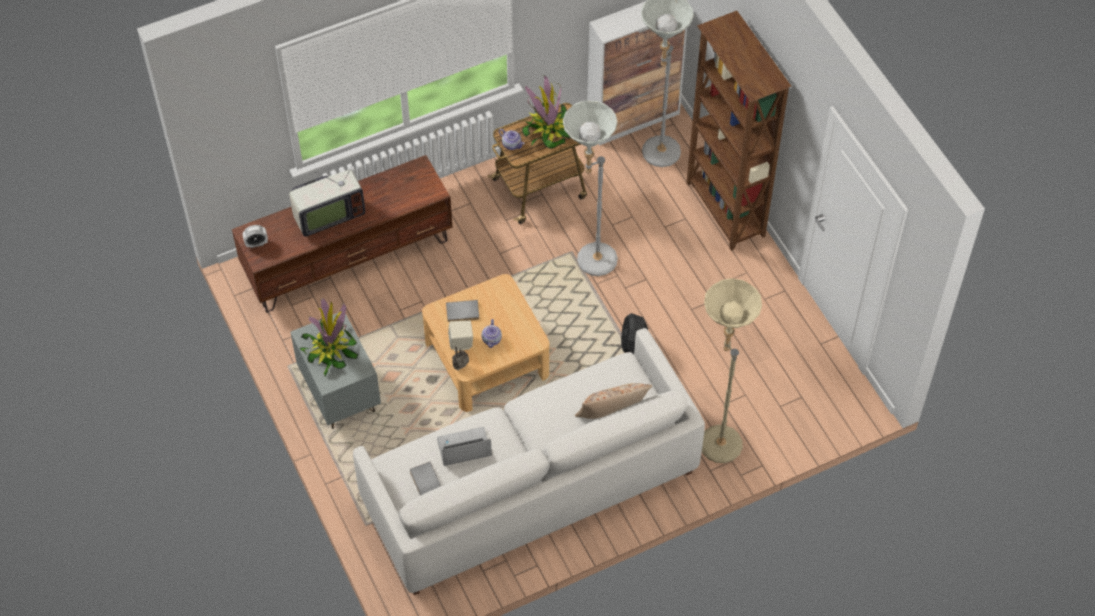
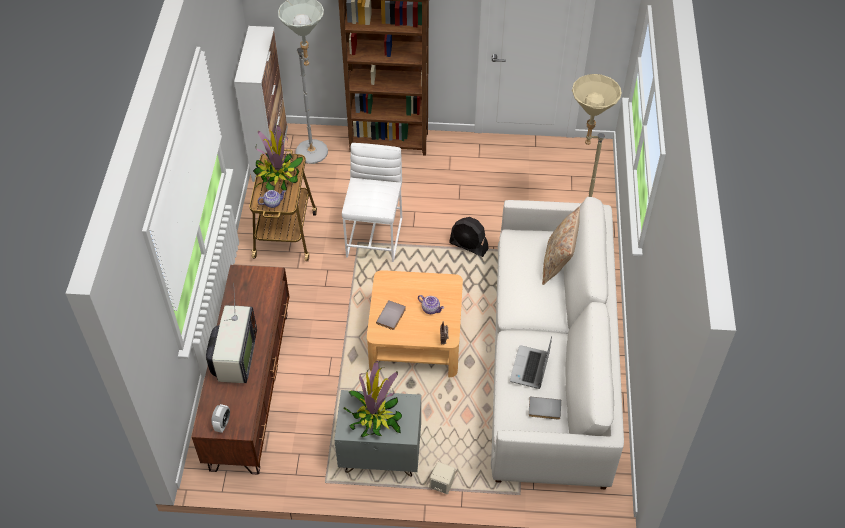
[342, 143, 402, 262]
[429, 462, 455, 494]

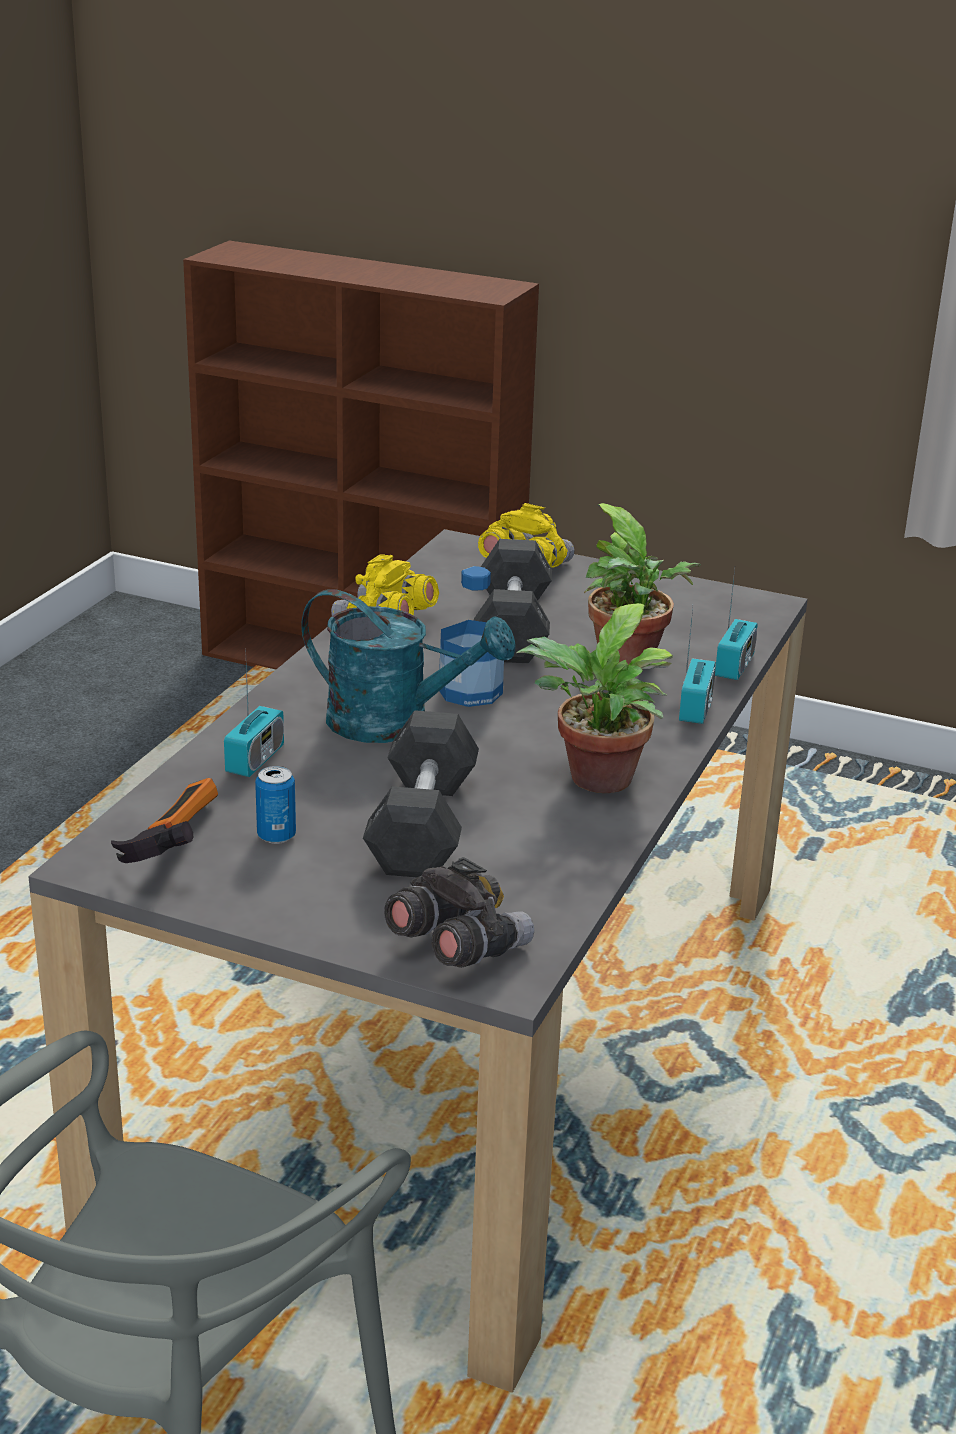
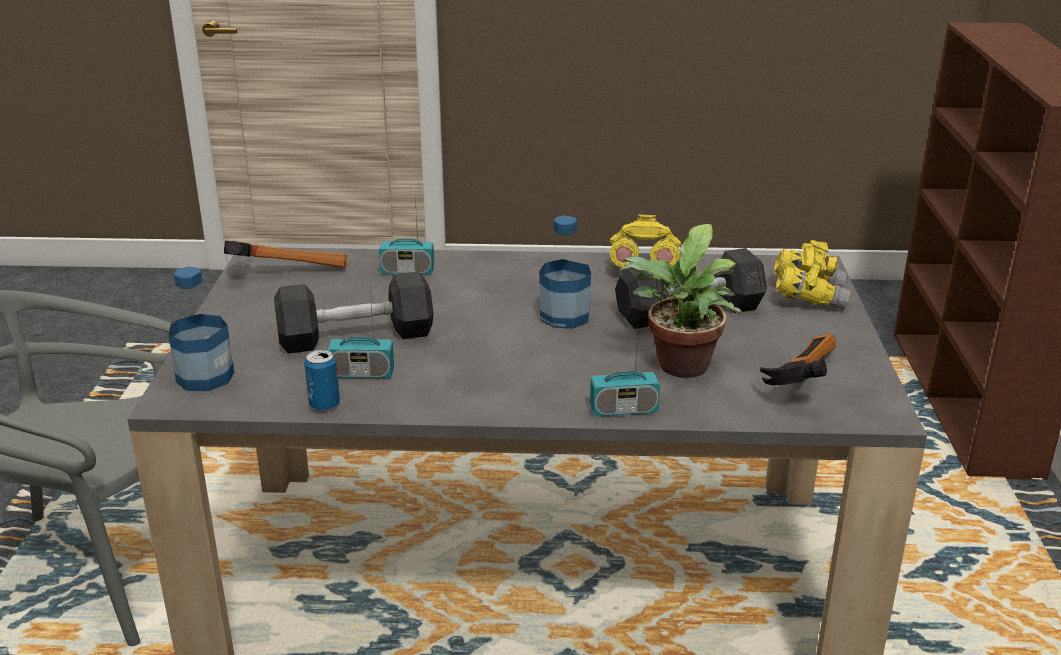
[168, 267, 234, 391]
[304, 349, 340, 411]
[328, 291, 394, 378]
[760, 333, 836, 385]
[301, 589, 516, 743] (first image)
[517, 603, 673, 793] (first image)

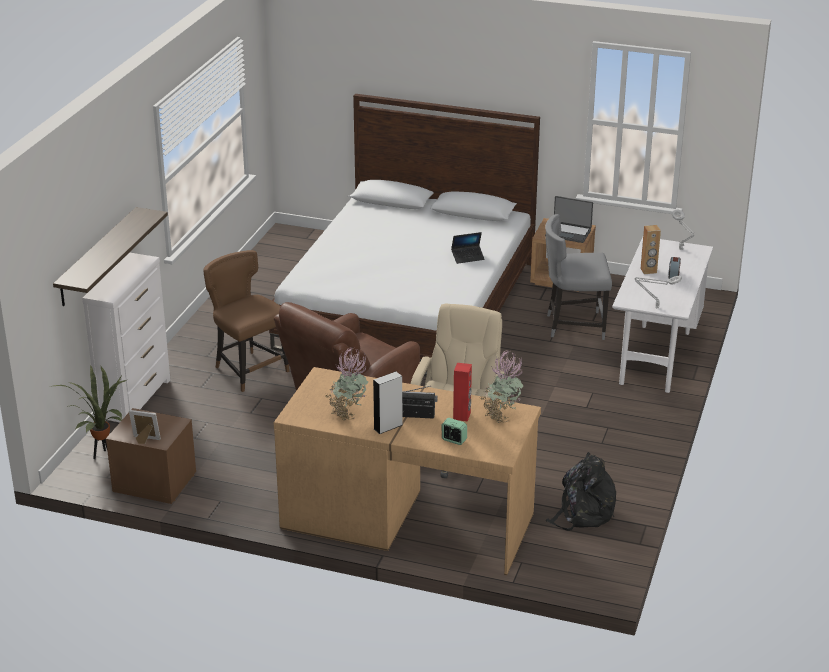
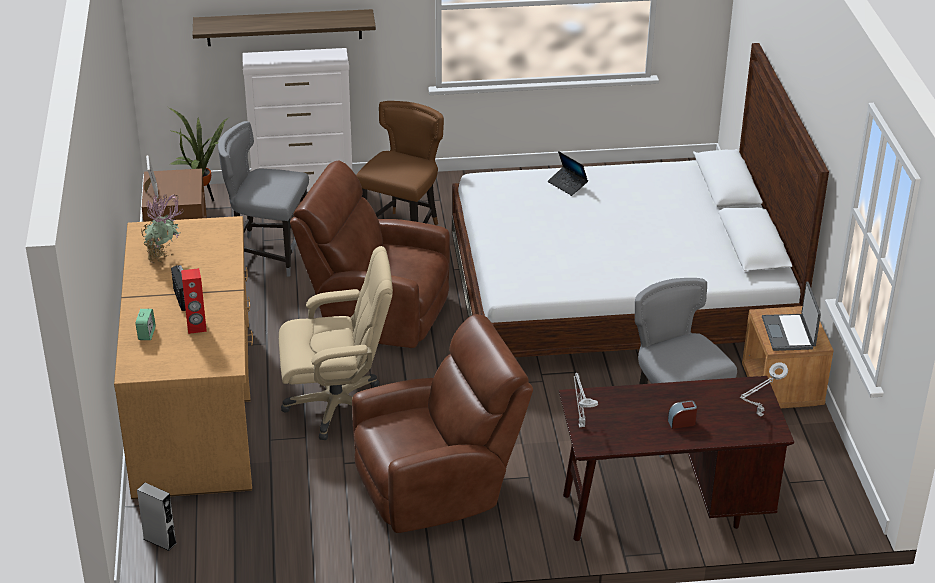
[137, 483, 177, 551]
[218, 121, 309, 277]
[352, 314, 533, 533]
[548, 151, 588, 196]
[559, 376, 794, 541]
[479, 350, 524, 423] (first image)
[545, 452, 616, 531] (first image)
[641, 225, 661, 274] (first image)

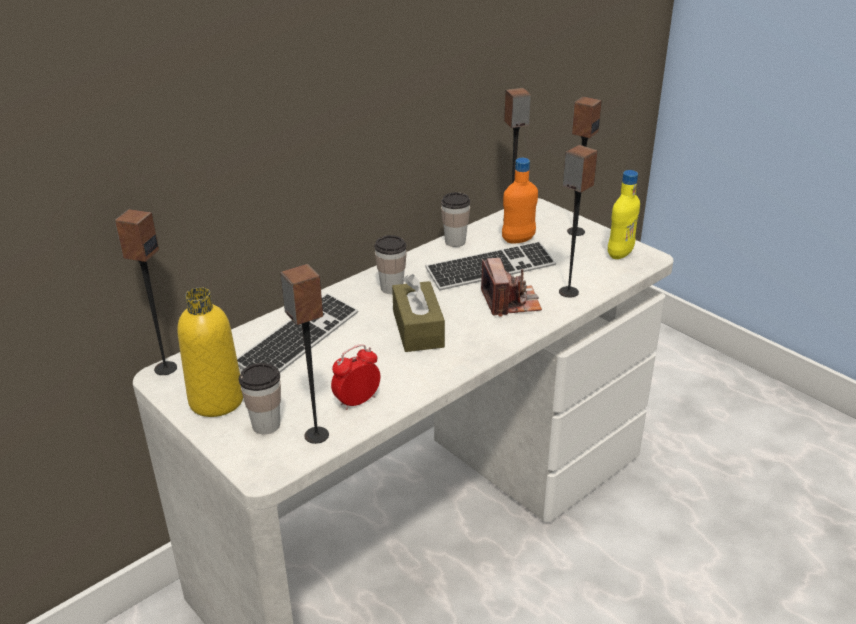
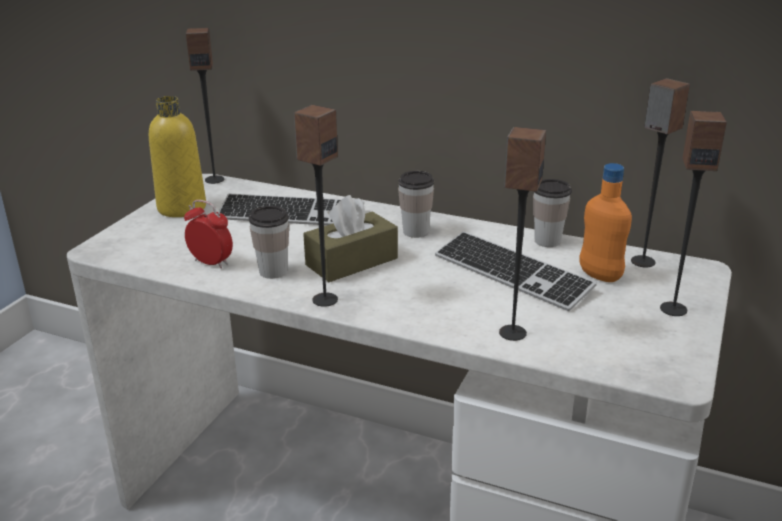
[249, 206, 289, 279]
[294, 105, 338, 307]
[481, 258, 542, 317] (first image)
[608, 170, 640, 259] (first image)

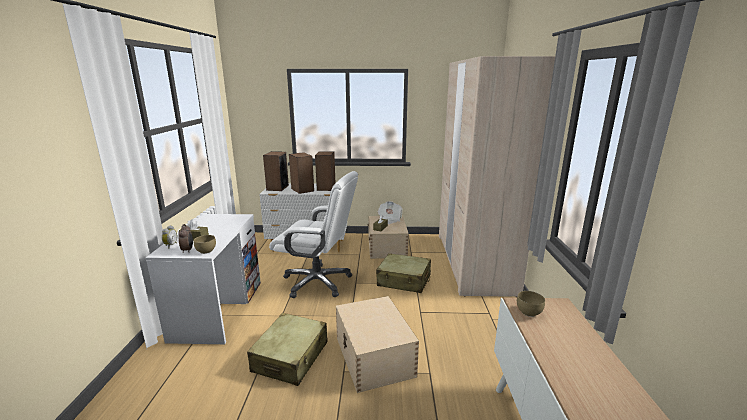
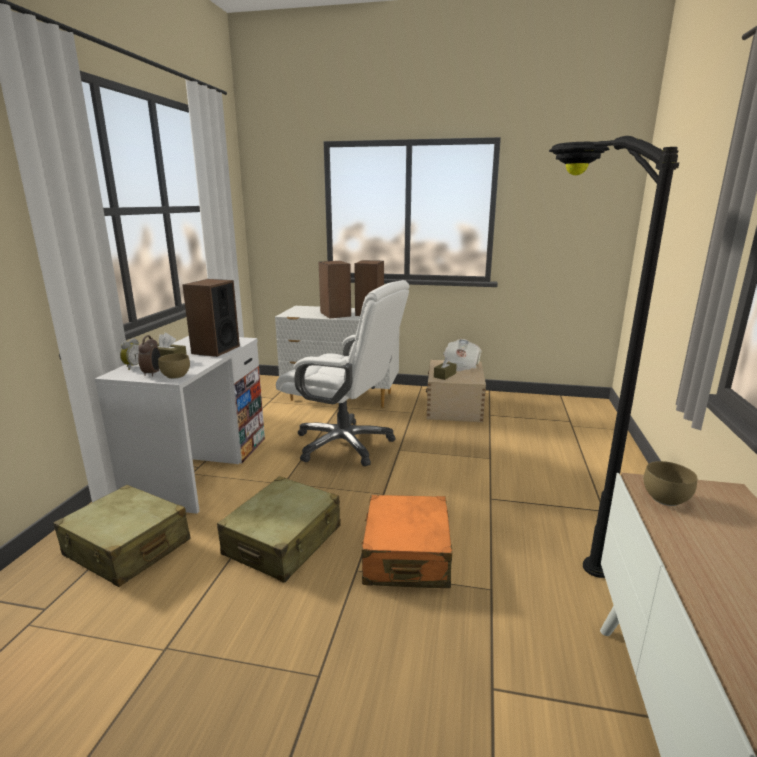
[53, 485, 191, 587]
[183, 279, 240, 357]
[361, 495, 452, 588]
[549, 136, 679, 578]
[439, 56, 555, 297] (first image)

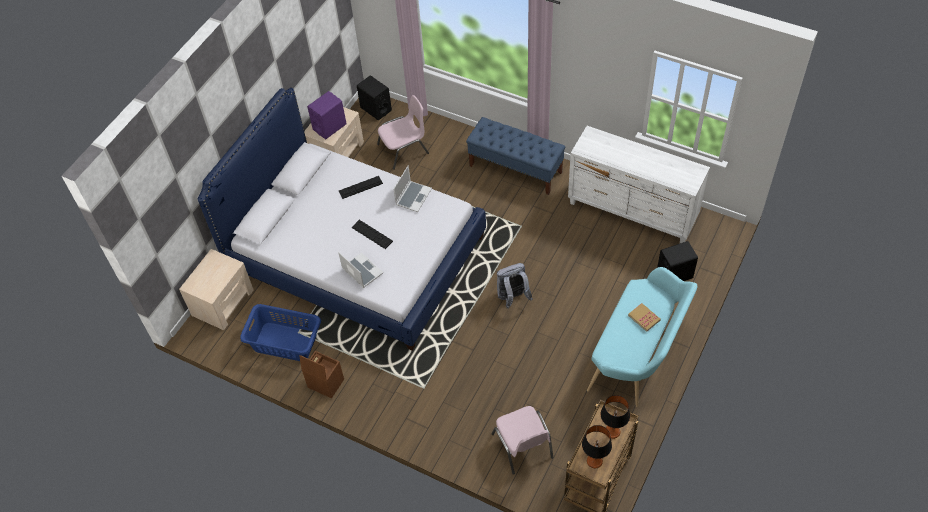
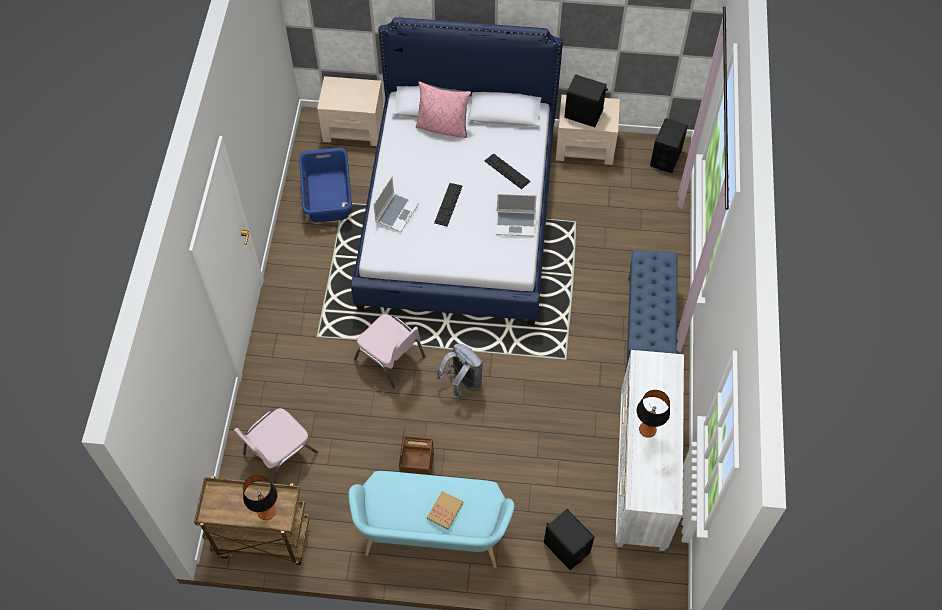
[354, 314, 426, 388]
[399, 423, 434, 475]
[416, 81, 471, 138]
[564, 74, 608, 127]
[637, 390, 670, 438]

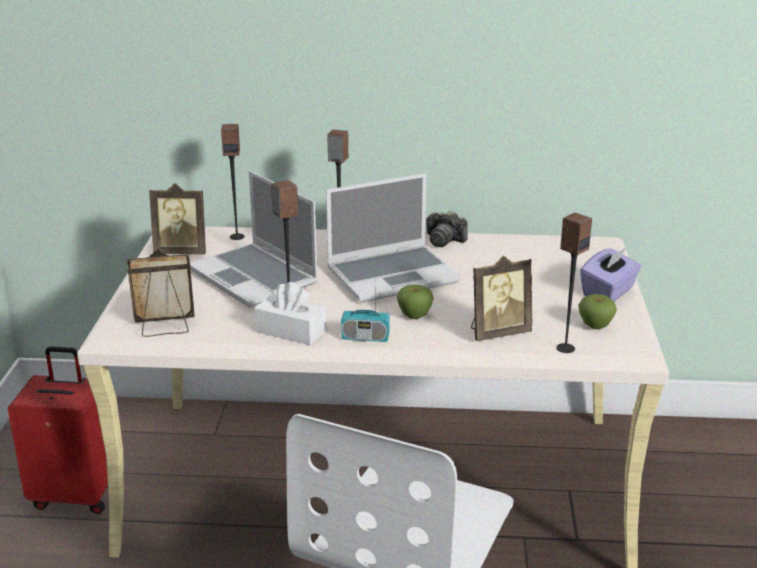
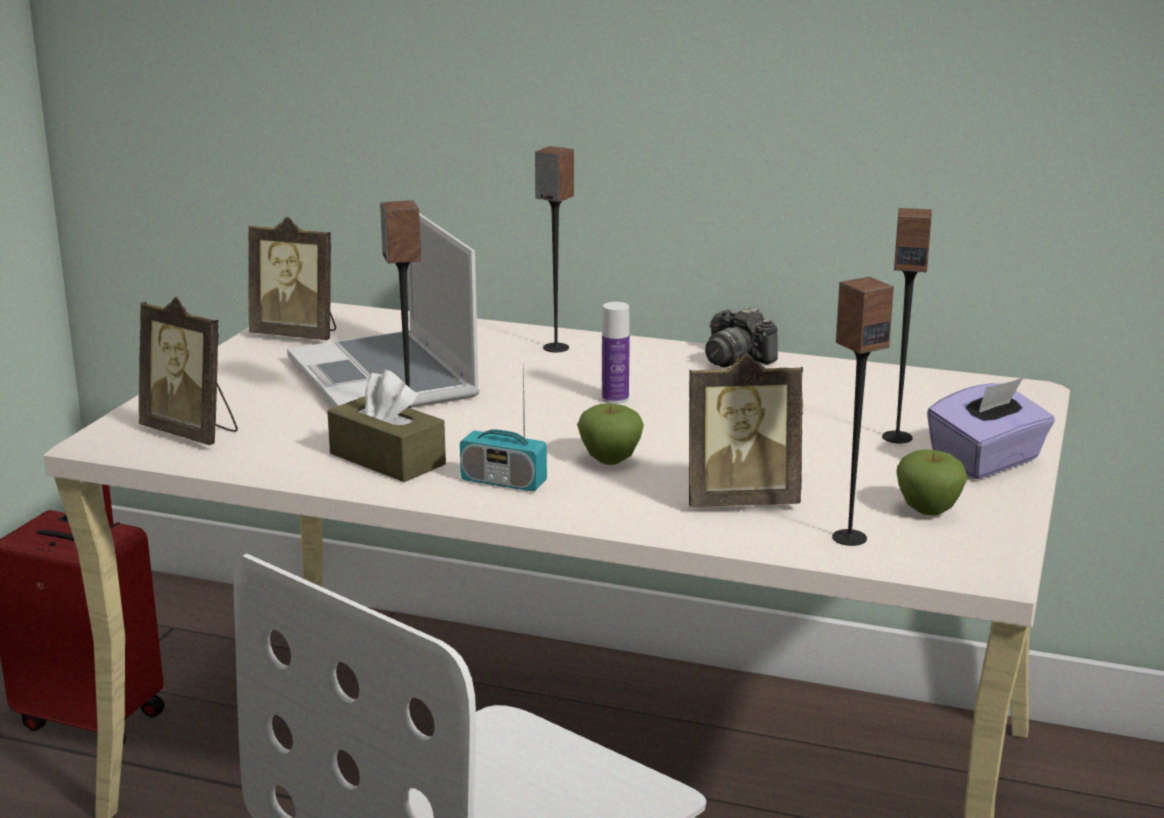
[139, 297, 238, 445]
[327, 370, 446, 482]
[602, 302, 630, 404]
[882, 208, 932, 443]

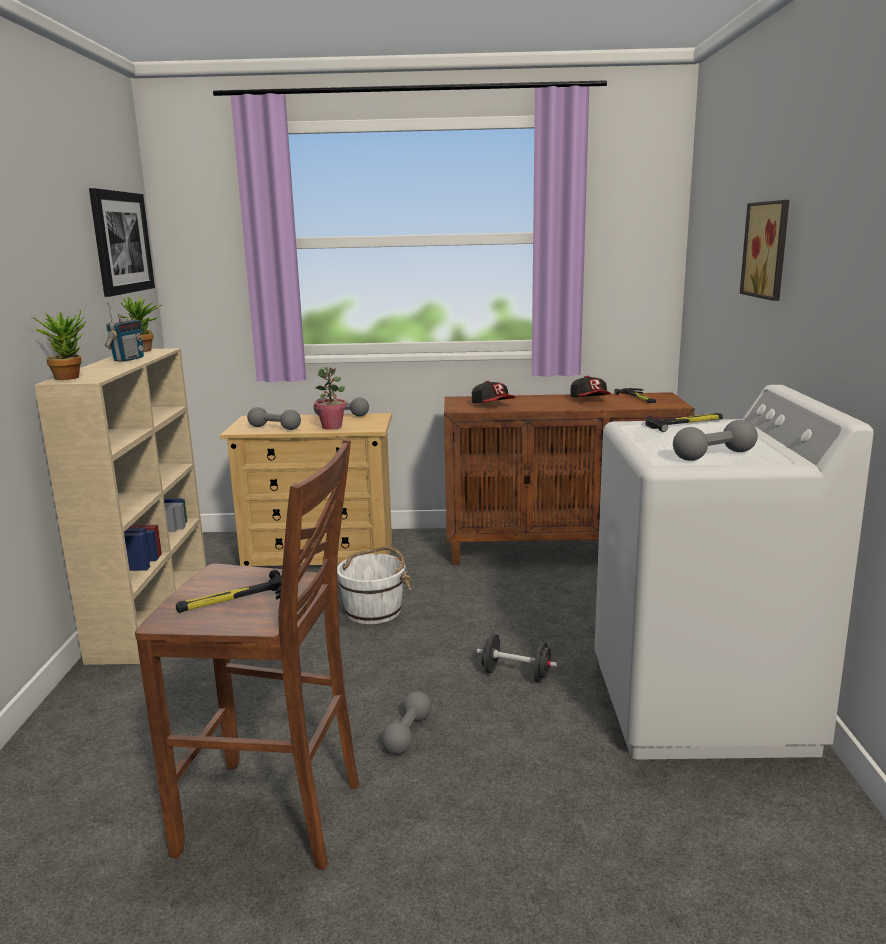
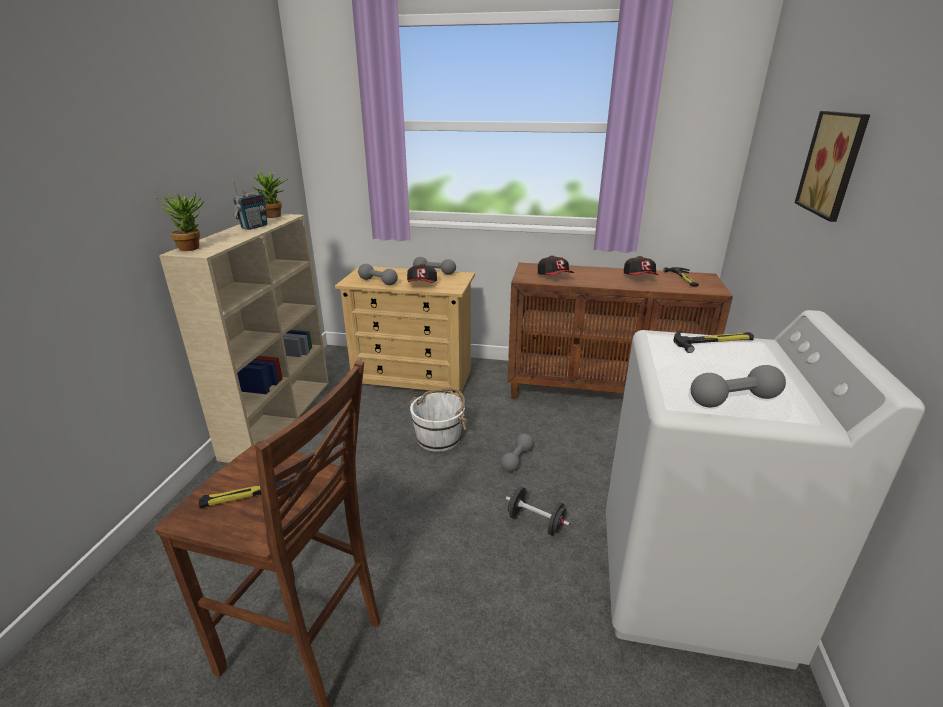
[407, 264, 437, 283]
[500, 434, 534, 472]
[89, 188, 155, 297] (first image)

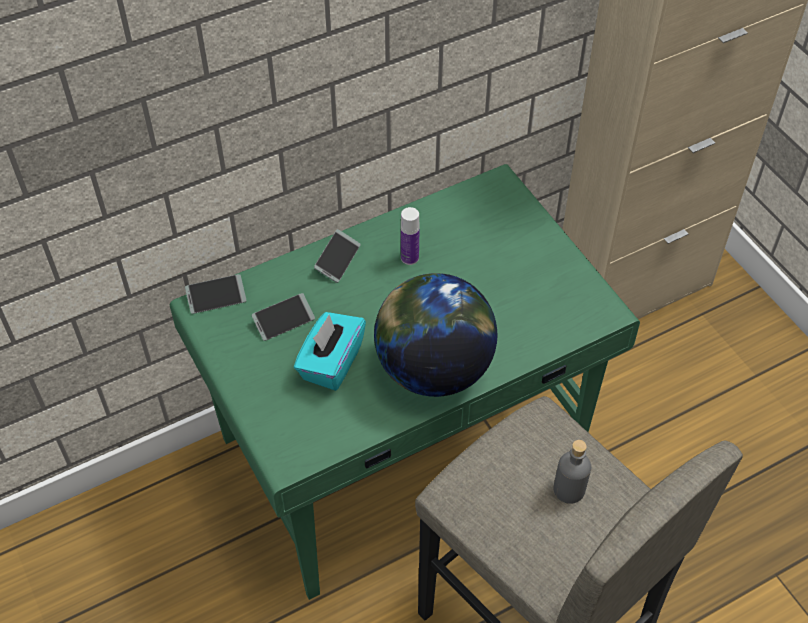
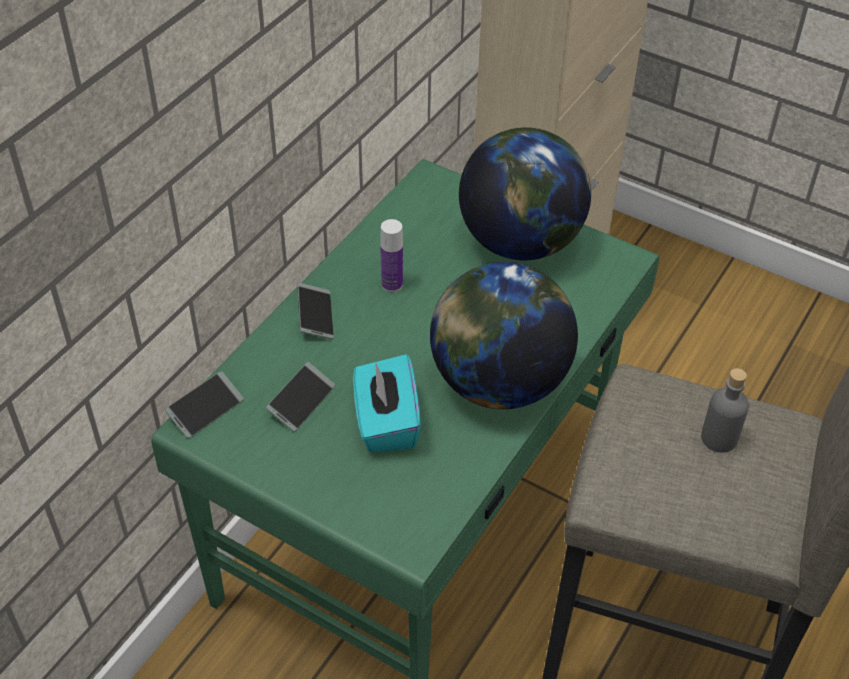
[459, 127, 591, 260]

